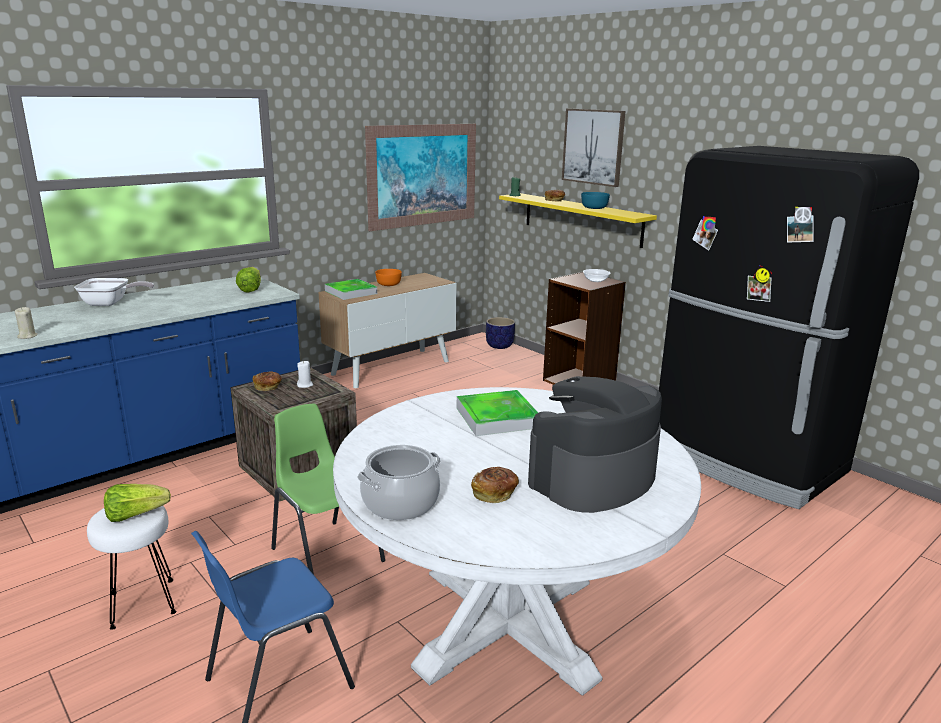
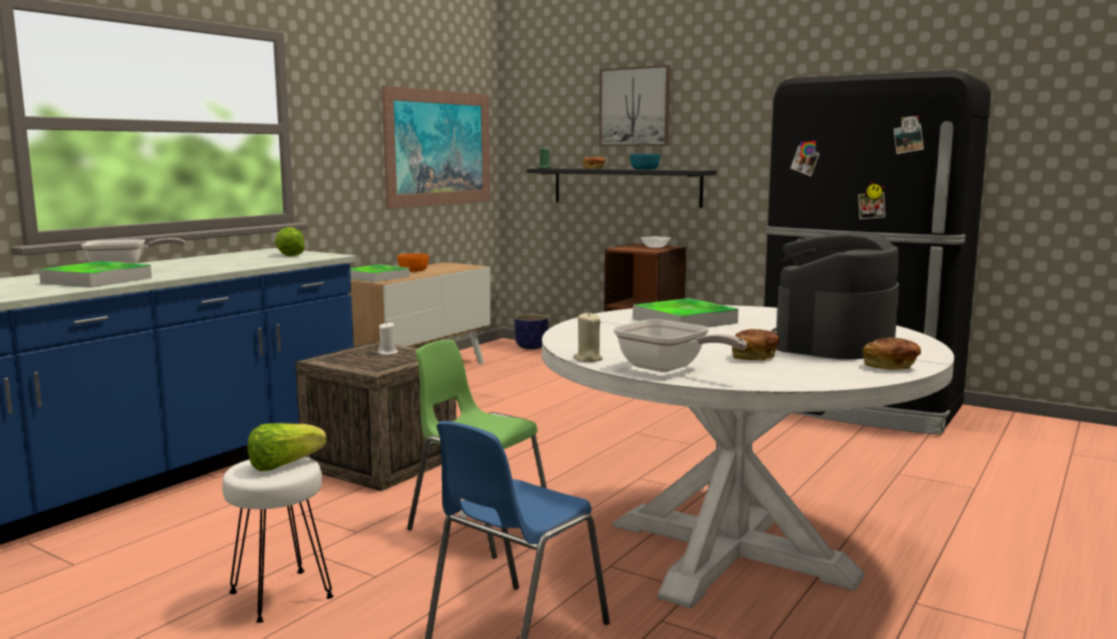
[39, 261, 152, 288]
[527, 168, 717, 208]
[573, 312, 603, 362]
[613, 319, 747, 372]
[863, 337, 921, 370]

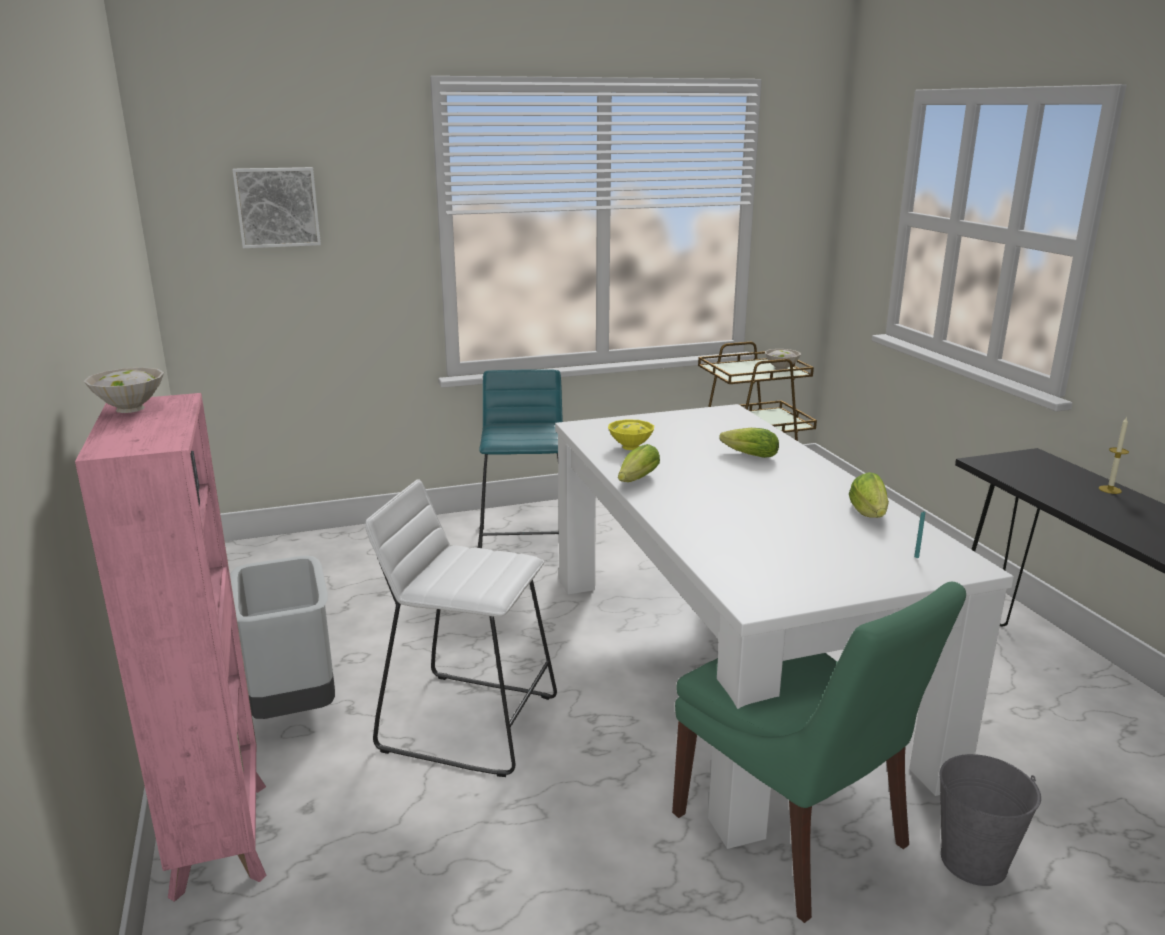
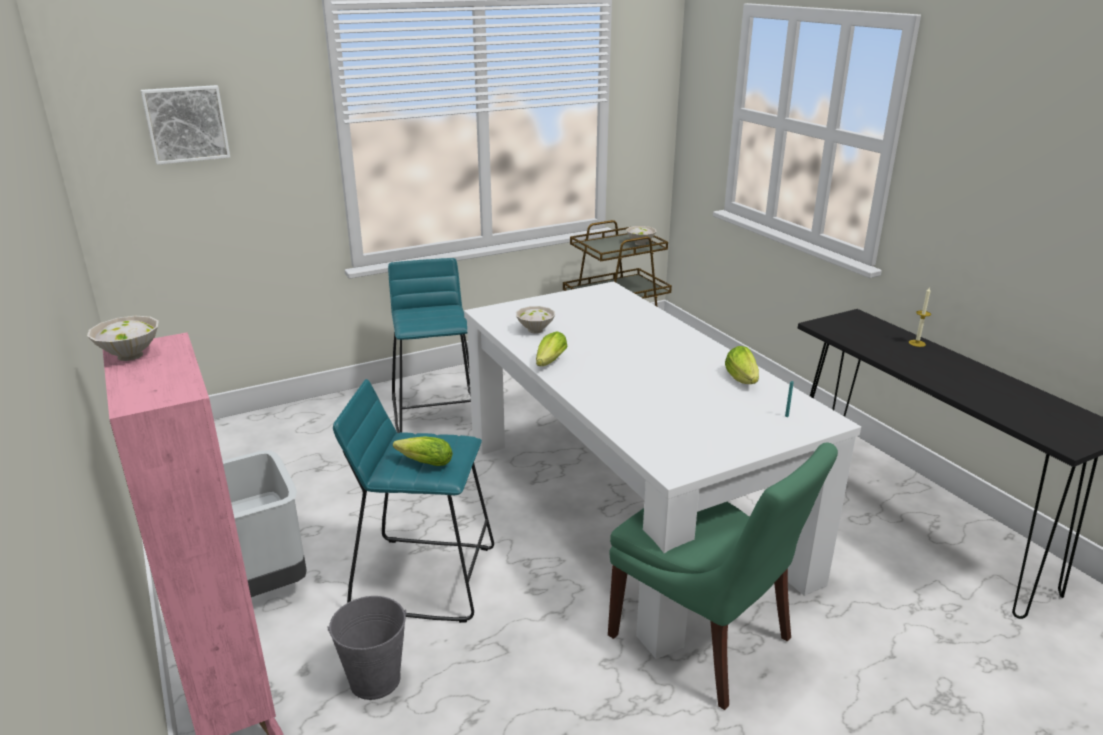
[328, 596, 407, 700]
[333, 379, 494, 623]
[393, 436, 453, 466]
[516, 306, 555, 334]

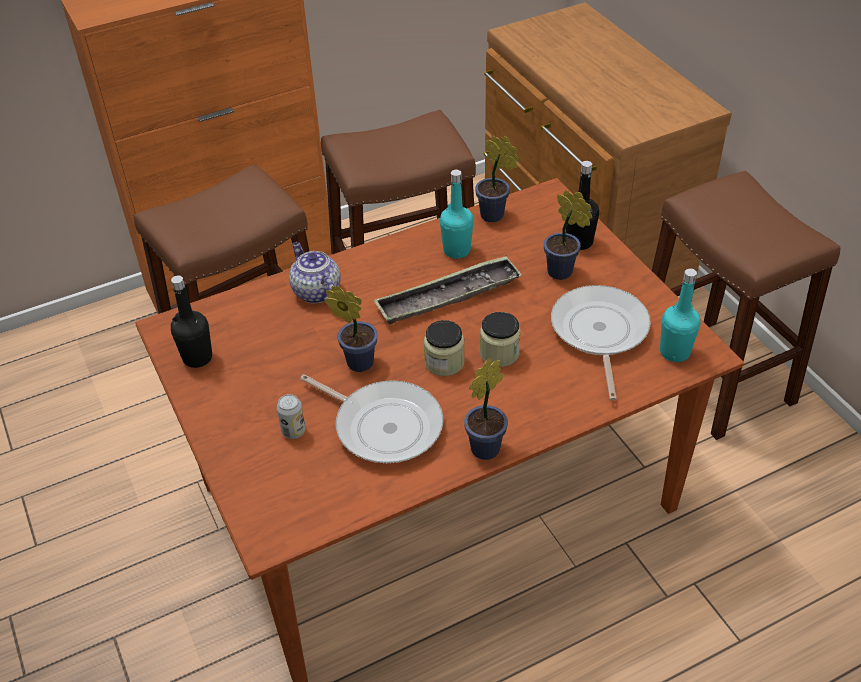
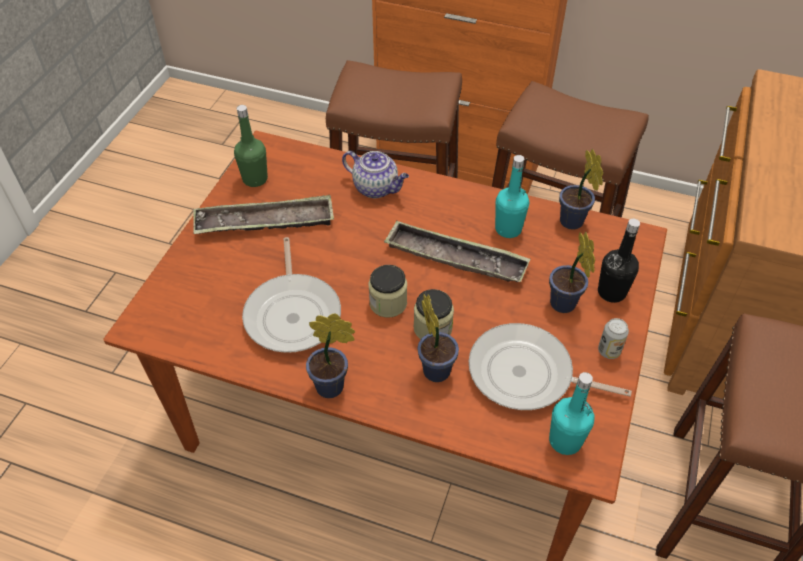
[193, 195, 334, 234]
[234, 105, 268, 187]
[342, 151, 409, 198]
[417, 294, 459, 382]
[469, 323, 632, 410]
[598, 318, 629, 359]

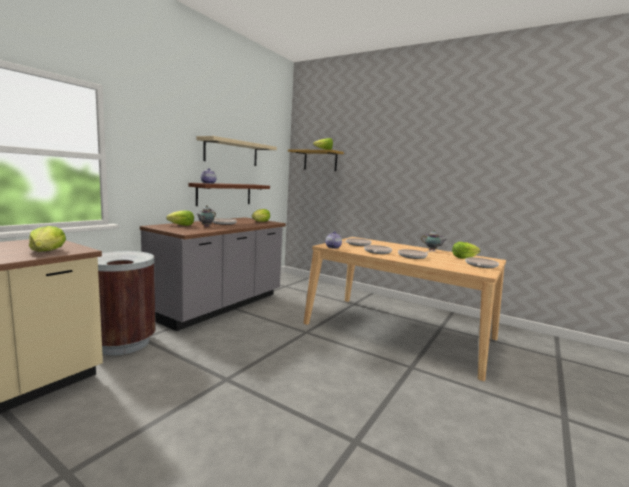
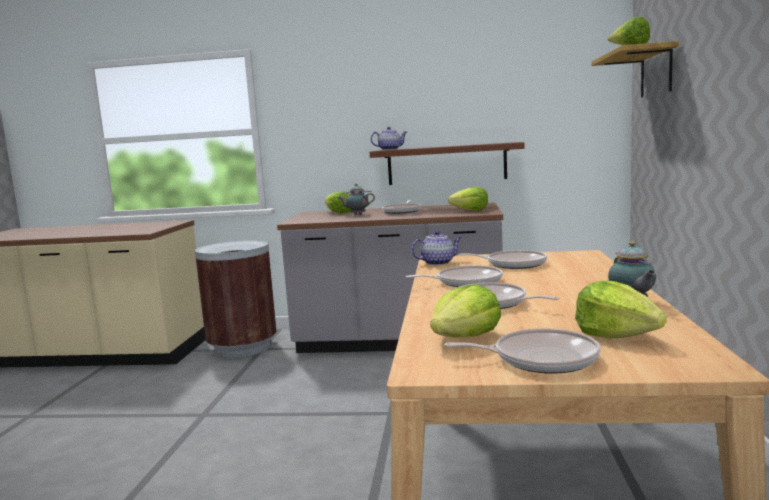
[430, 284, 501, 338]
[197, 136, 277, 166] (first image)

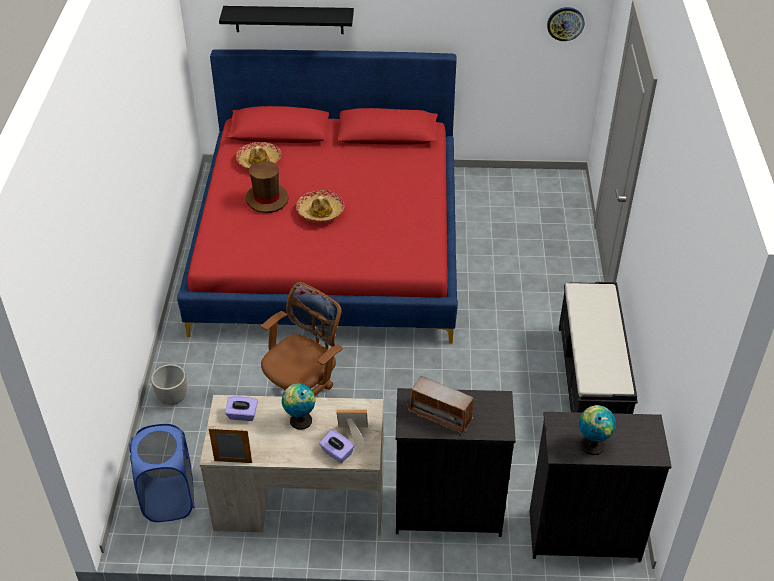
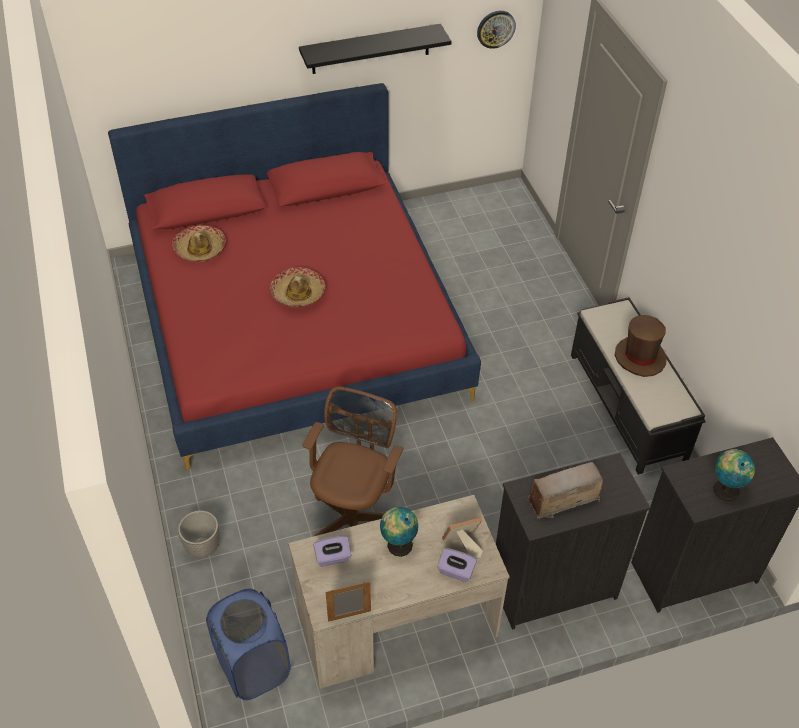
[299, 24, 451, 74]
[527, 462, 603, 519]
[615, 315, 667, 377]

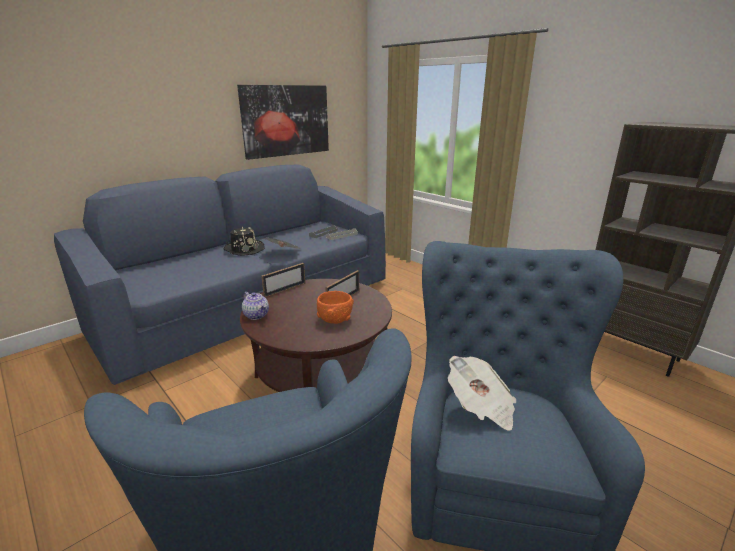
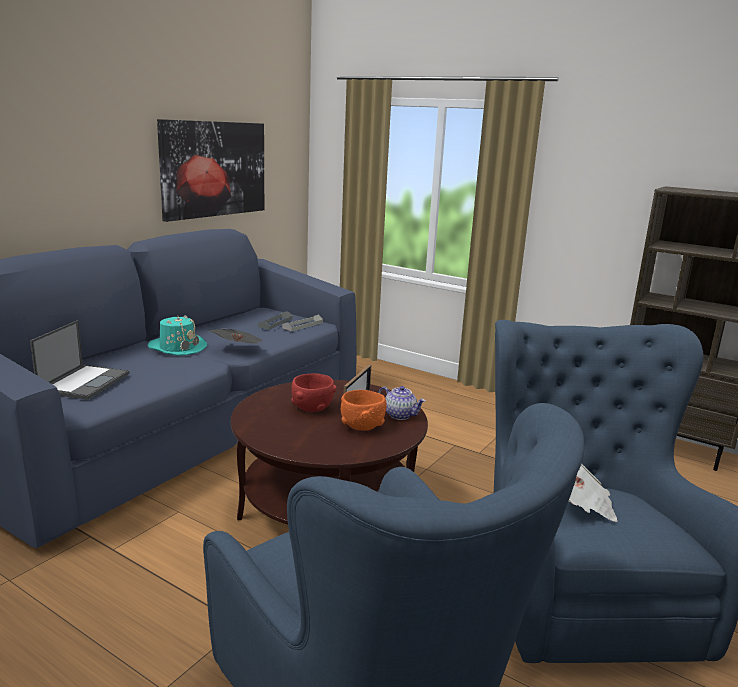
[30, 320, 130, 400]
[148, 315, 207, 356]
[291, 373, 337, 412]
[378, 386, 426, 420]
[261, 263, 305, 297] (first image)

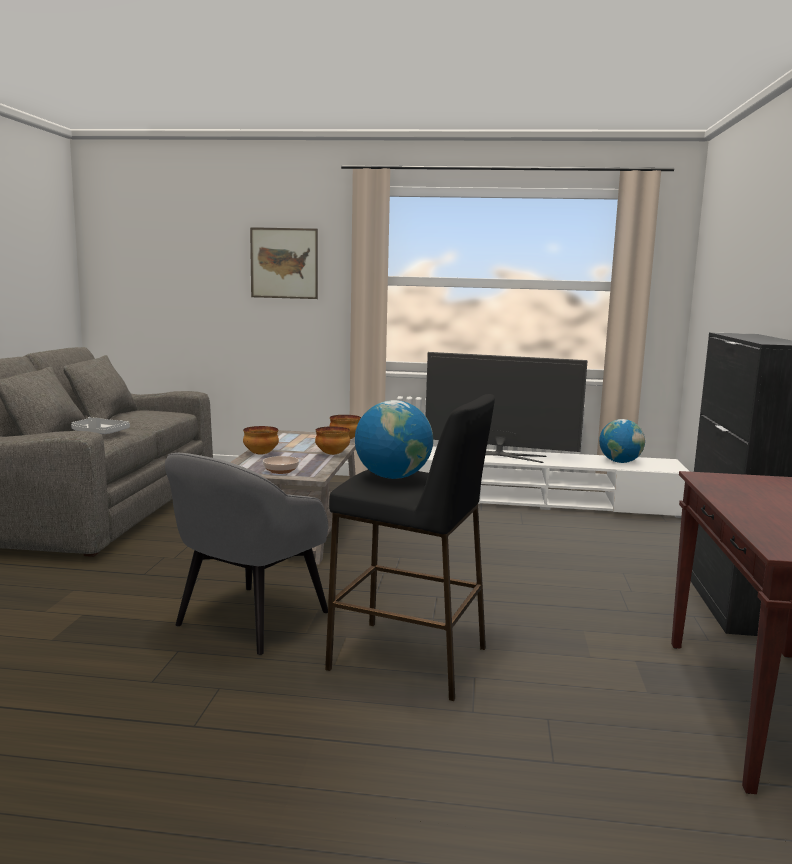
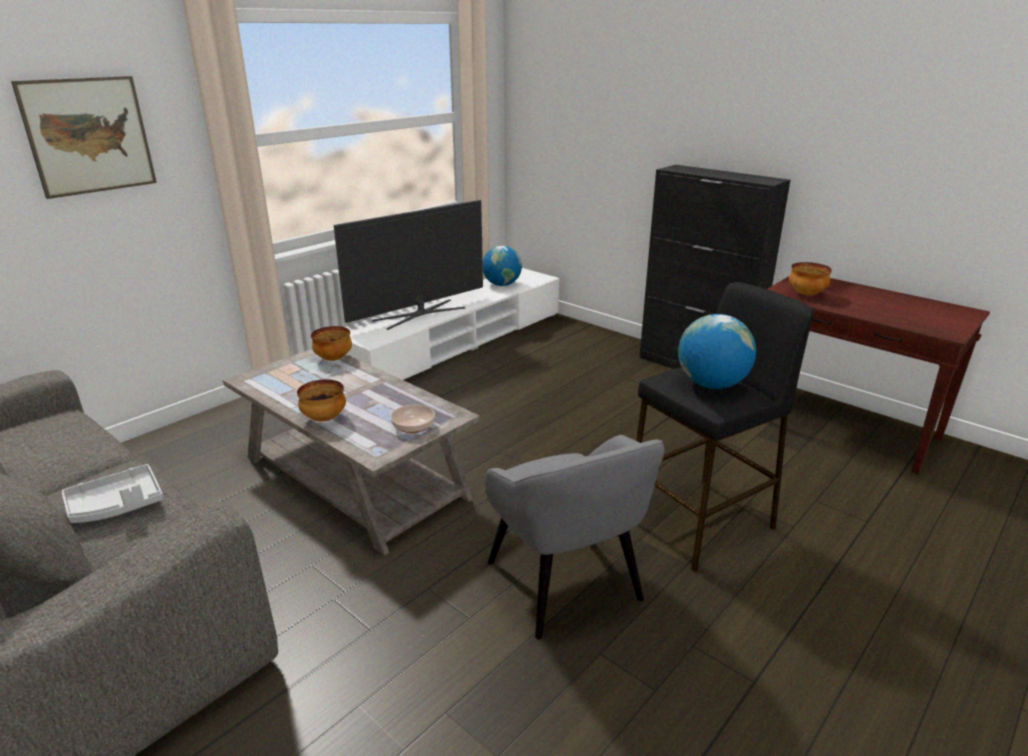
[789, 262, 832, 295]

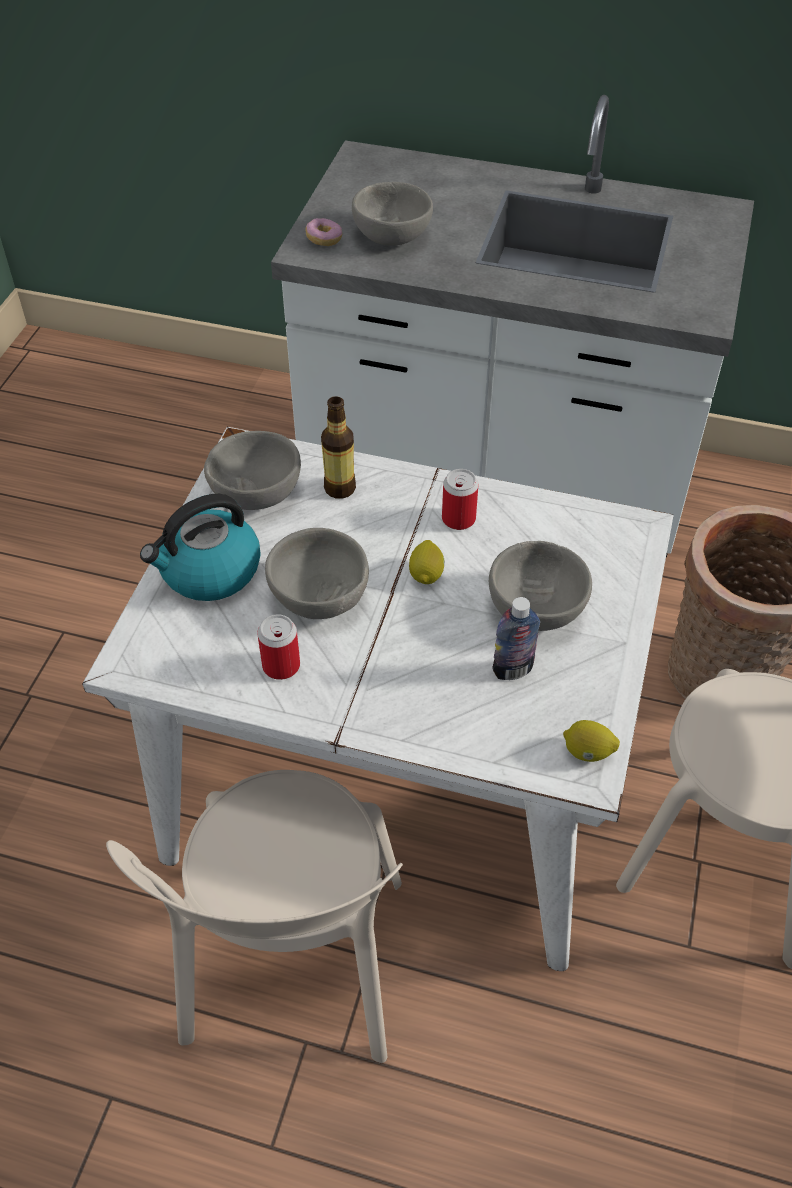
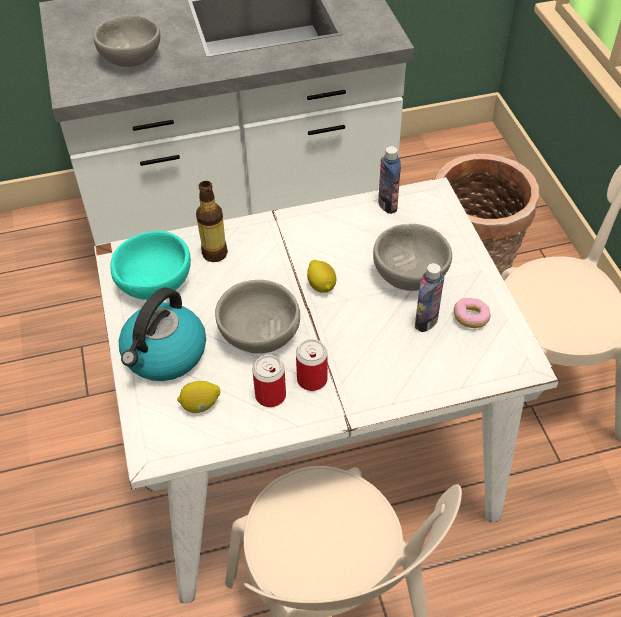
[110, 231, 191, 300]
[177, 381, 220, 413]
[296, 339, 328, 391]
[378, 146, 401, 214]
[454, 298, 491, 328]

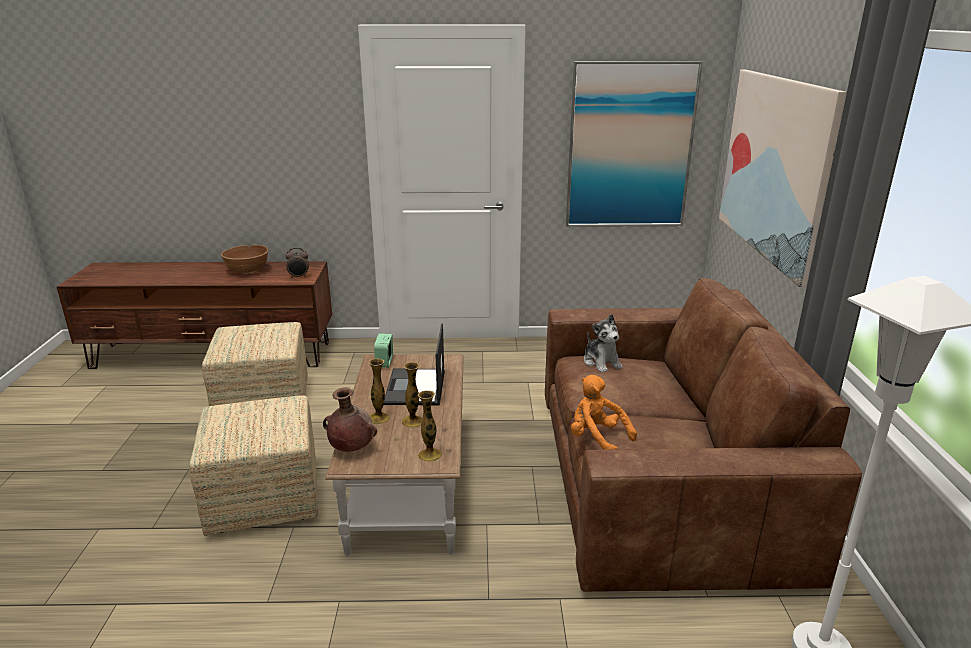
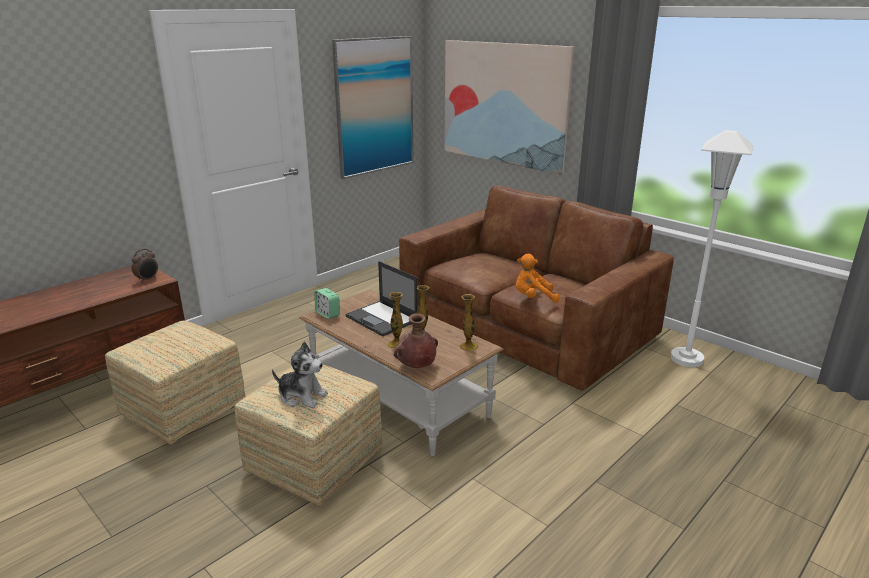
[272, 342, 328, 408]
[221, 245, 268, 274] (first image)

